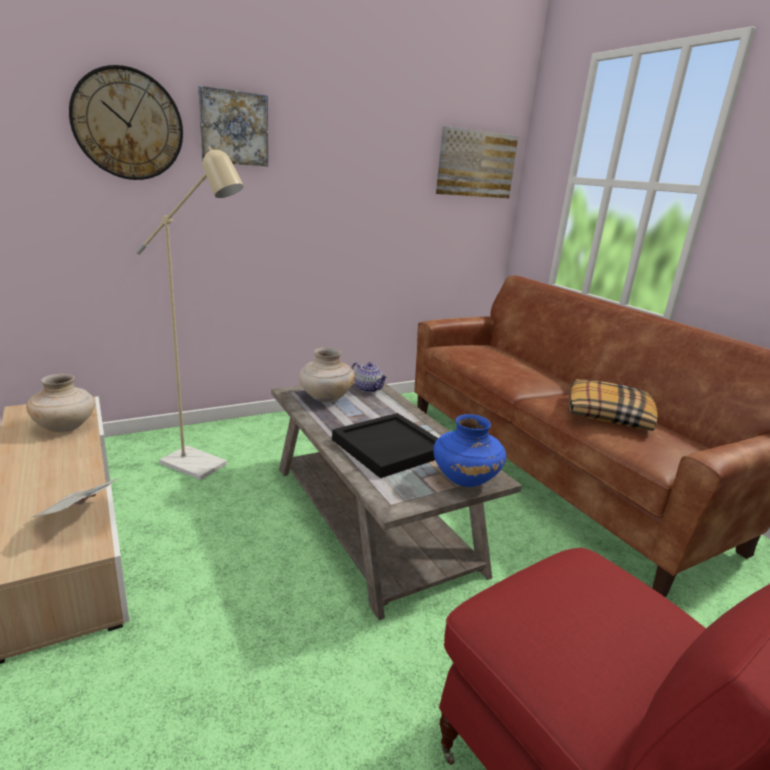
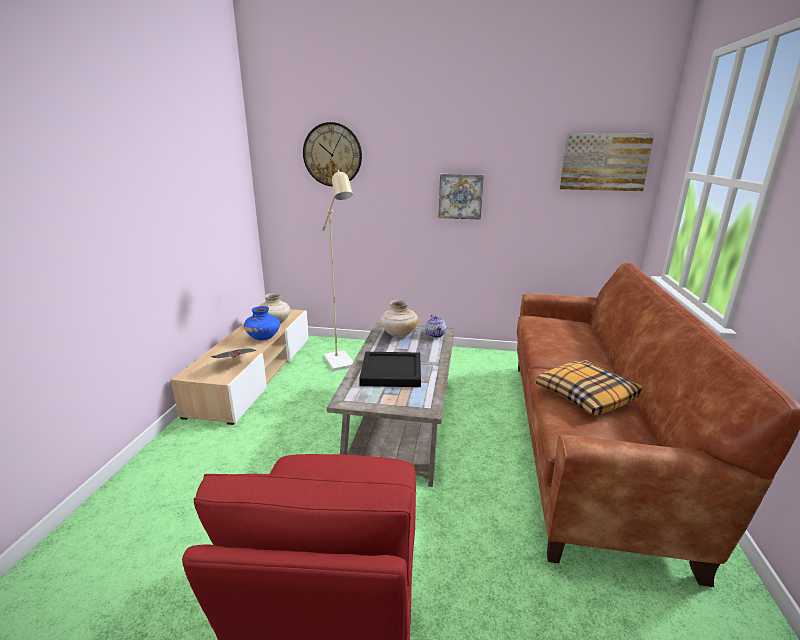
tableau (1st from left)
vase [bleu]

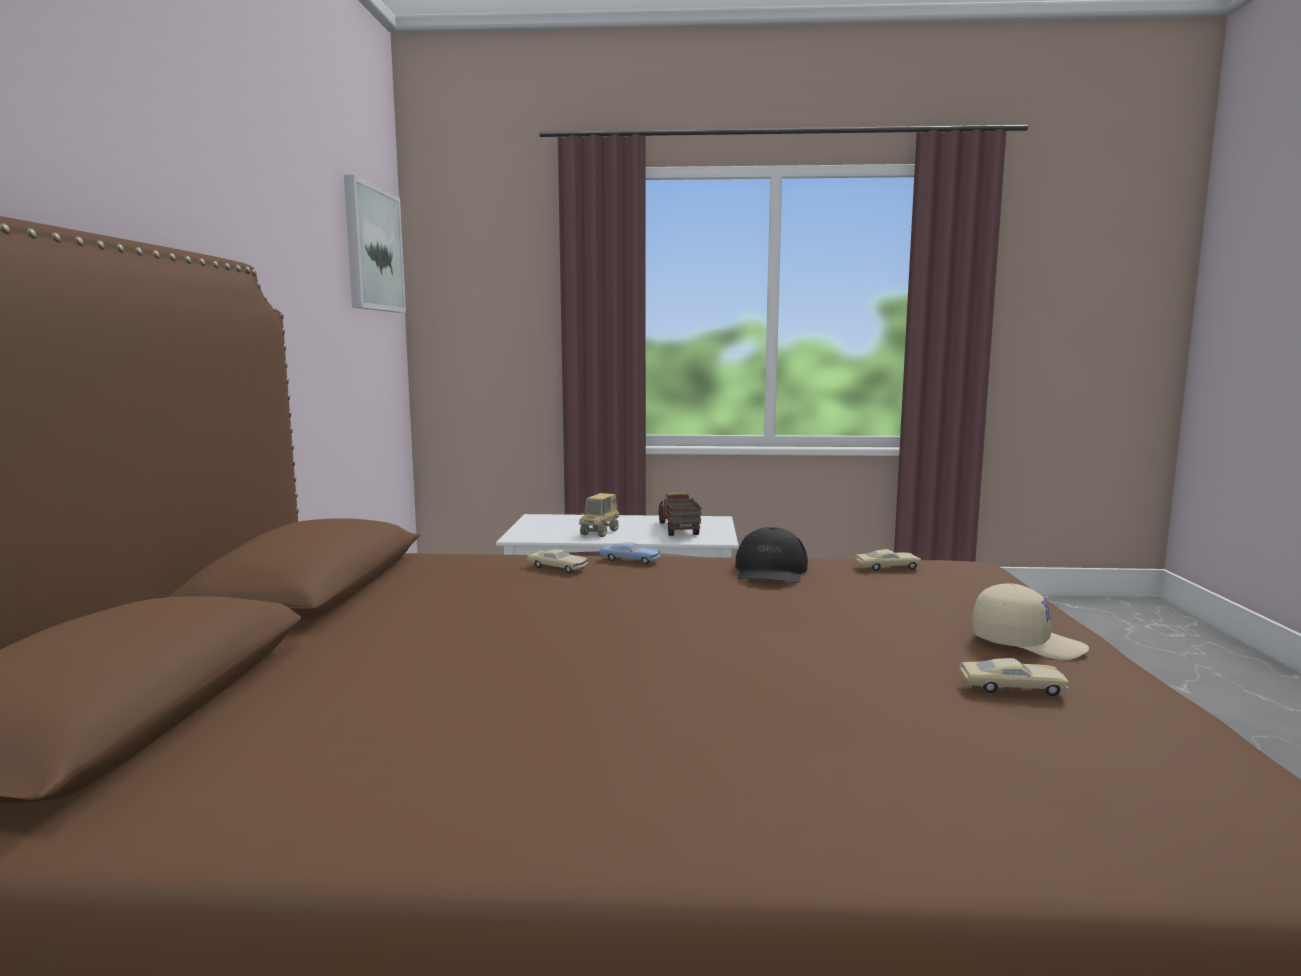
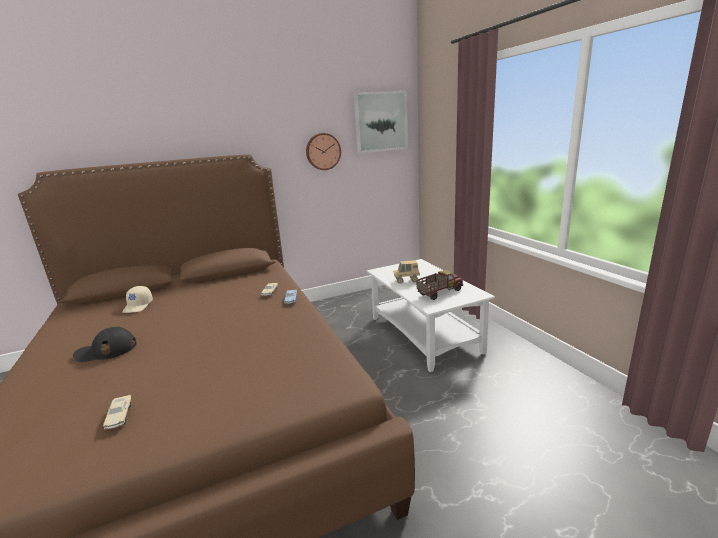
casquette [noir]
petite voiture [beige] (2nd from left in the first image)
casquette [beige]
horloge murale

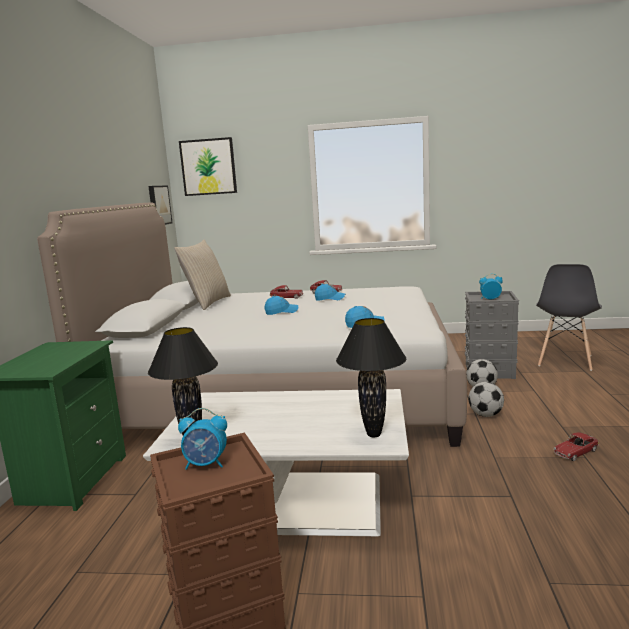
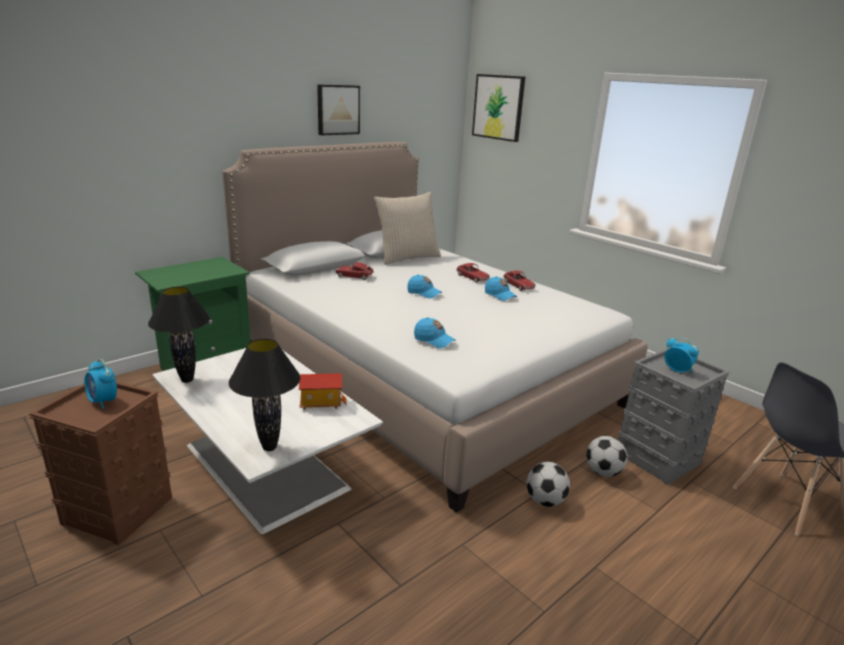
tableau (1st from left)
petite voiture (1st from left)
maison miniature

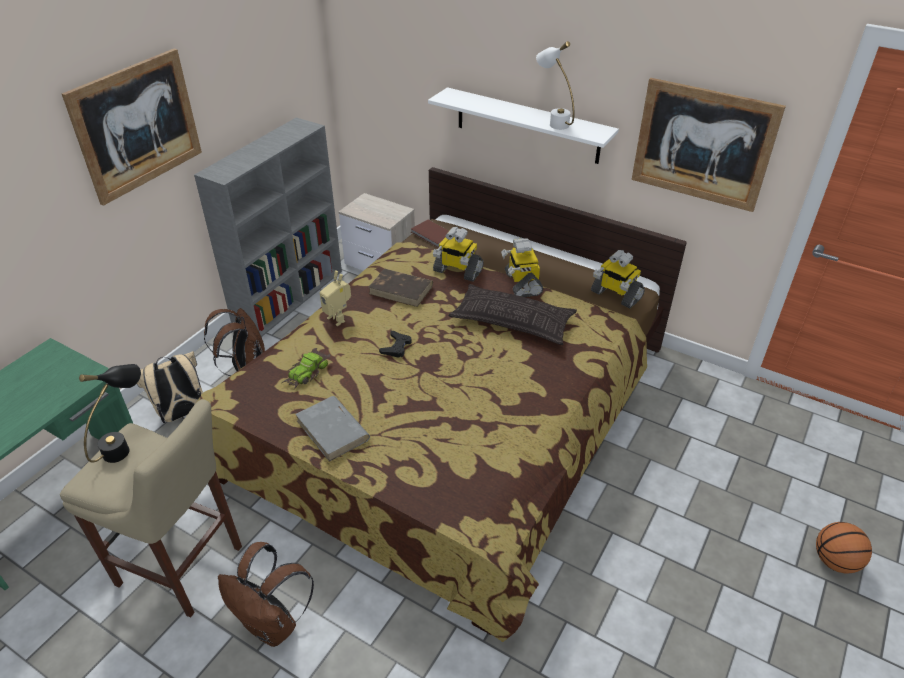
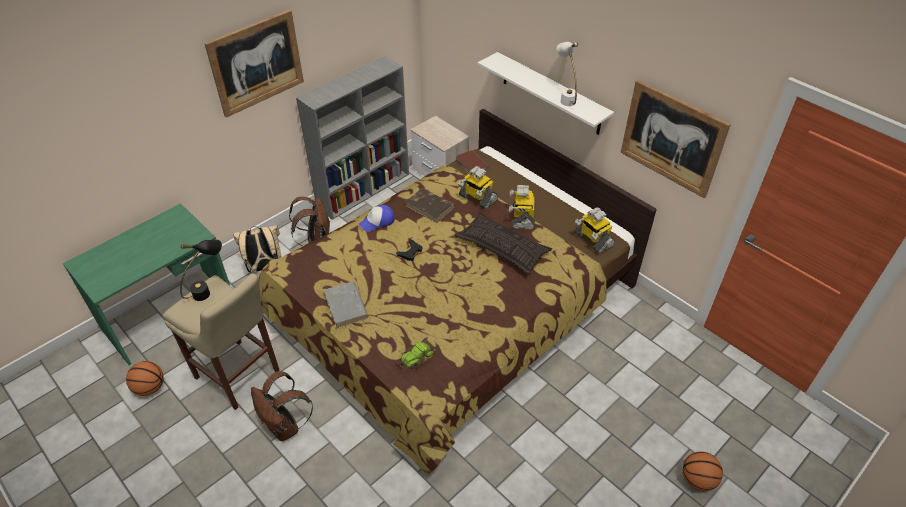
petite voiture
casquette
ballon de basket (1st from left)

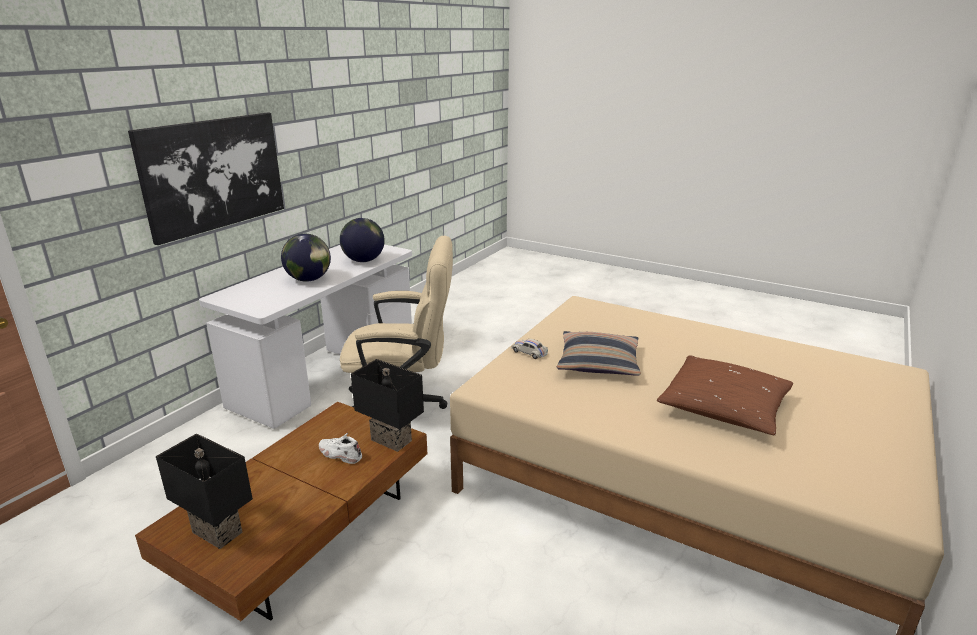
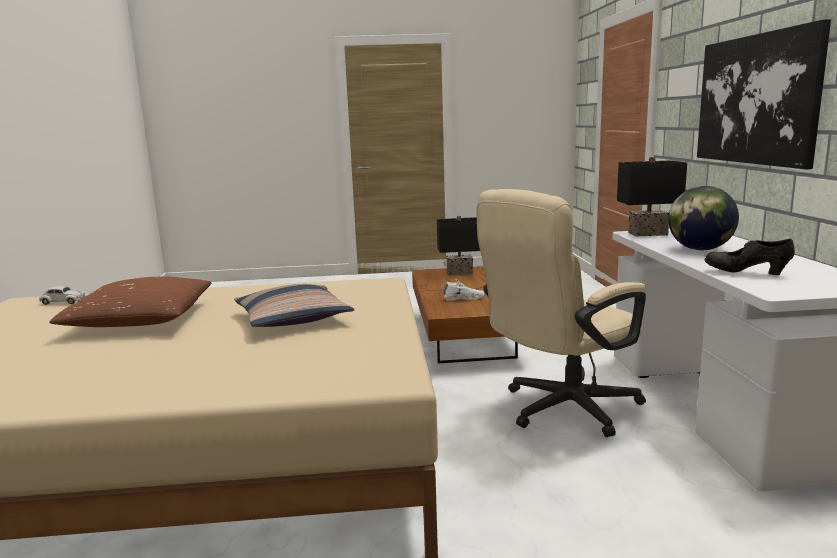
chaussure [noir]
lampe de table [noir] (2nd from left)
petite voiture [blanc]

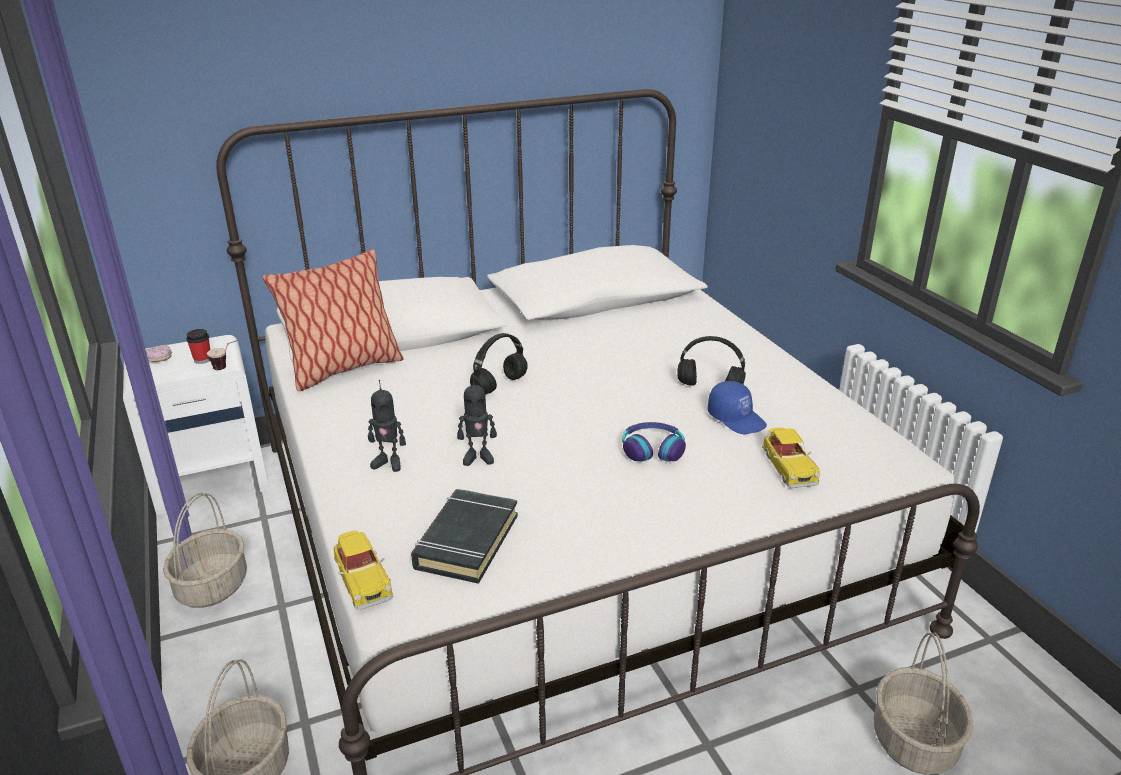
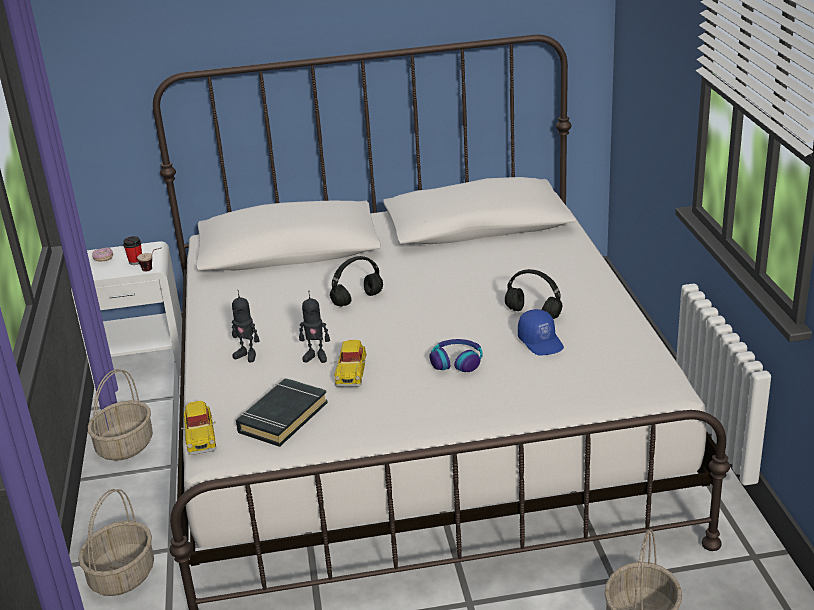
coussin
petite voiture (2nd from left)

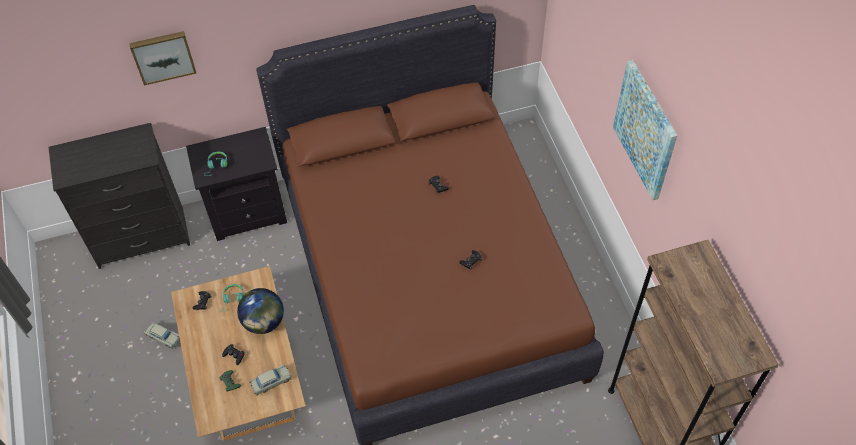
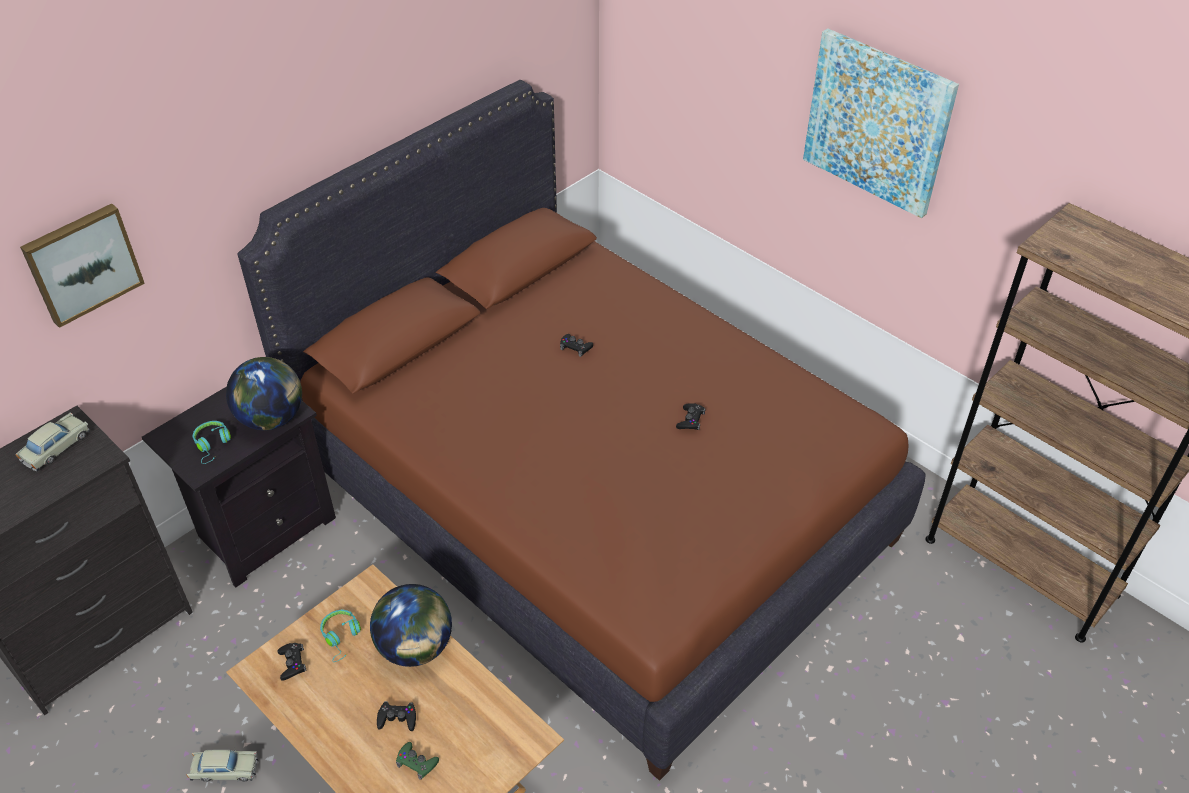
petite voiture [beige] (1st from left)
globe (1st from left)

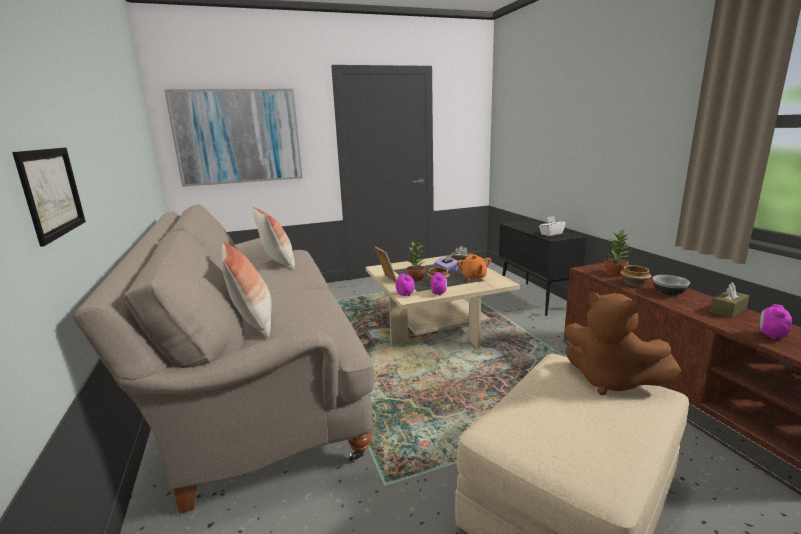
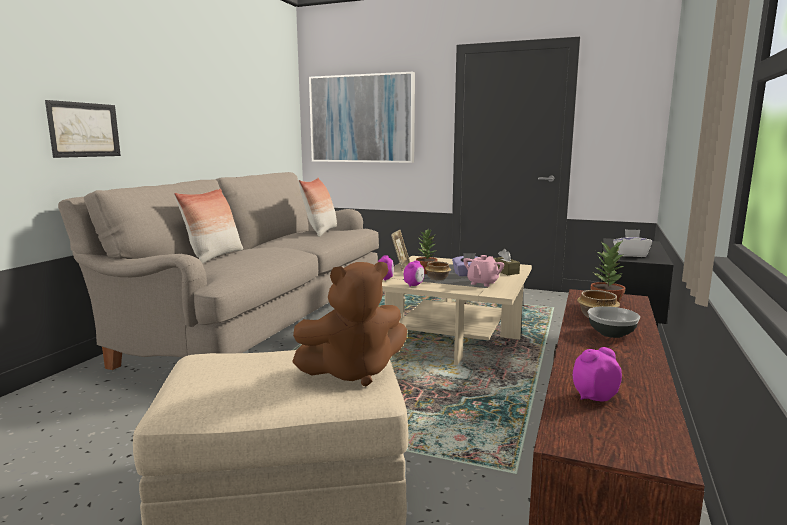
théière [rose]
peluche [marron]
boîte à mouchoirs [marron] (2nd from left in the first image)

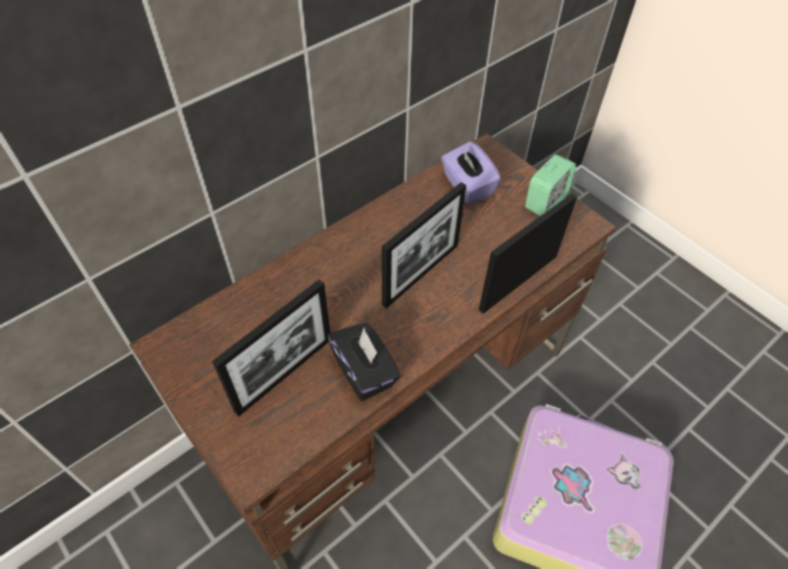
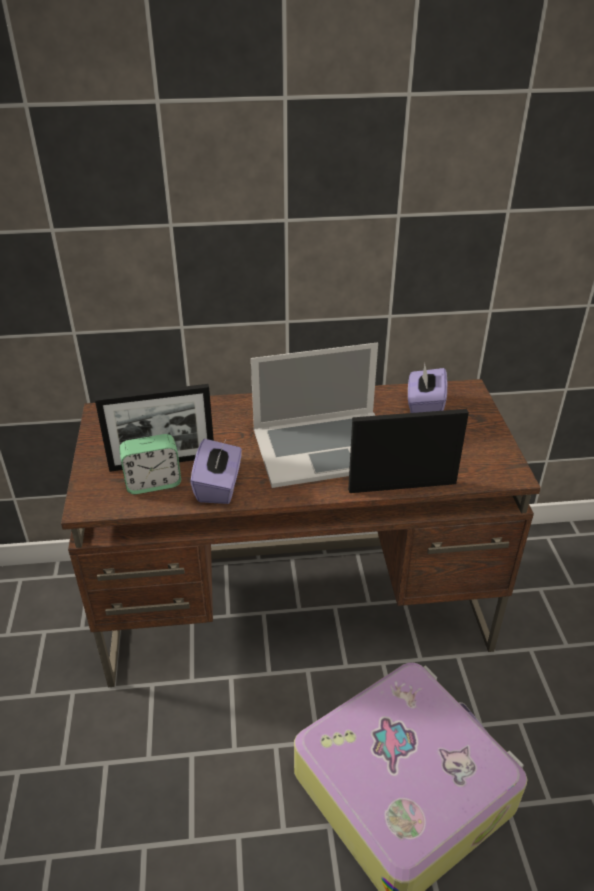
boîte à mouchoirs [violet] (1st from left)
ordinateur portable
réveil

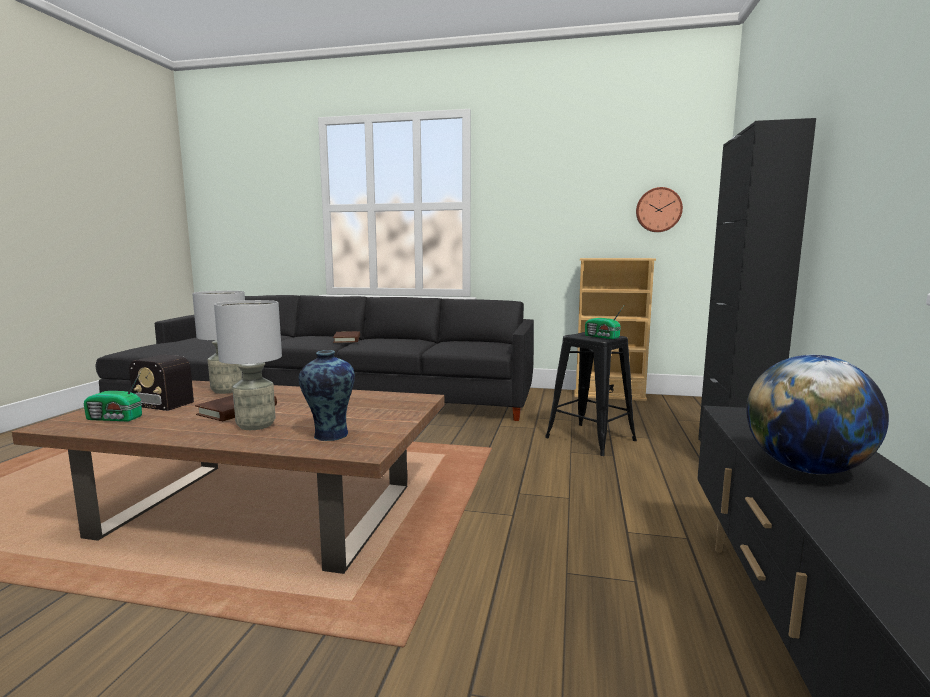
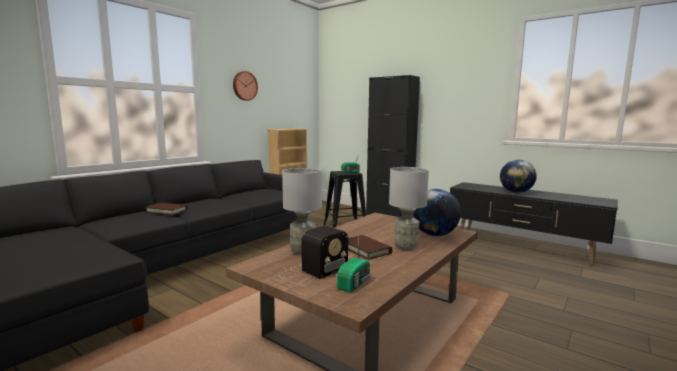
globe (1st from left)
horloge murale

